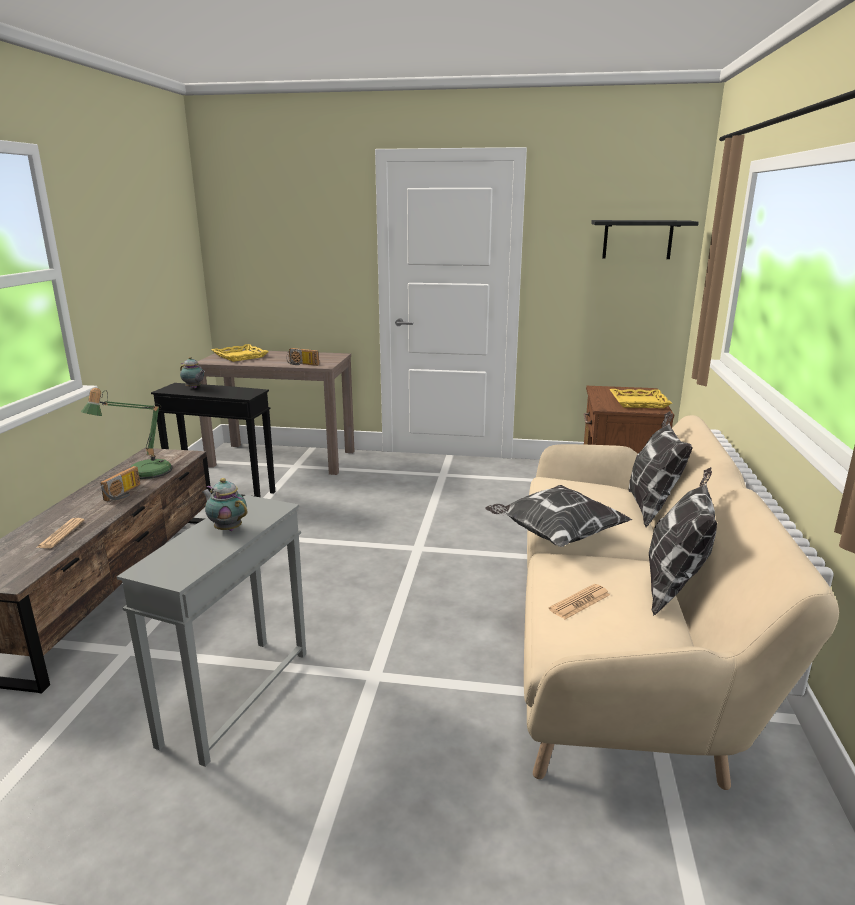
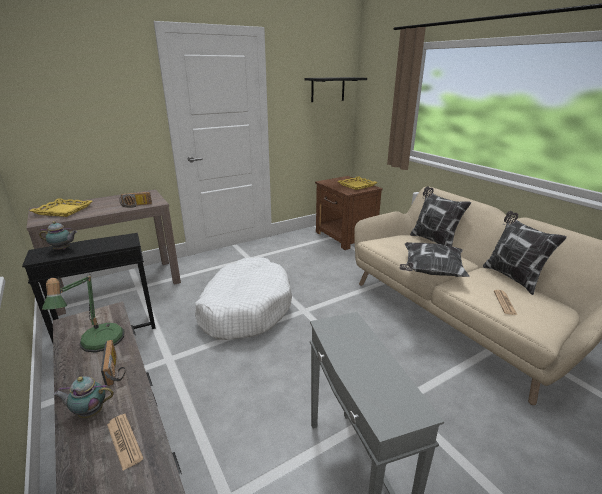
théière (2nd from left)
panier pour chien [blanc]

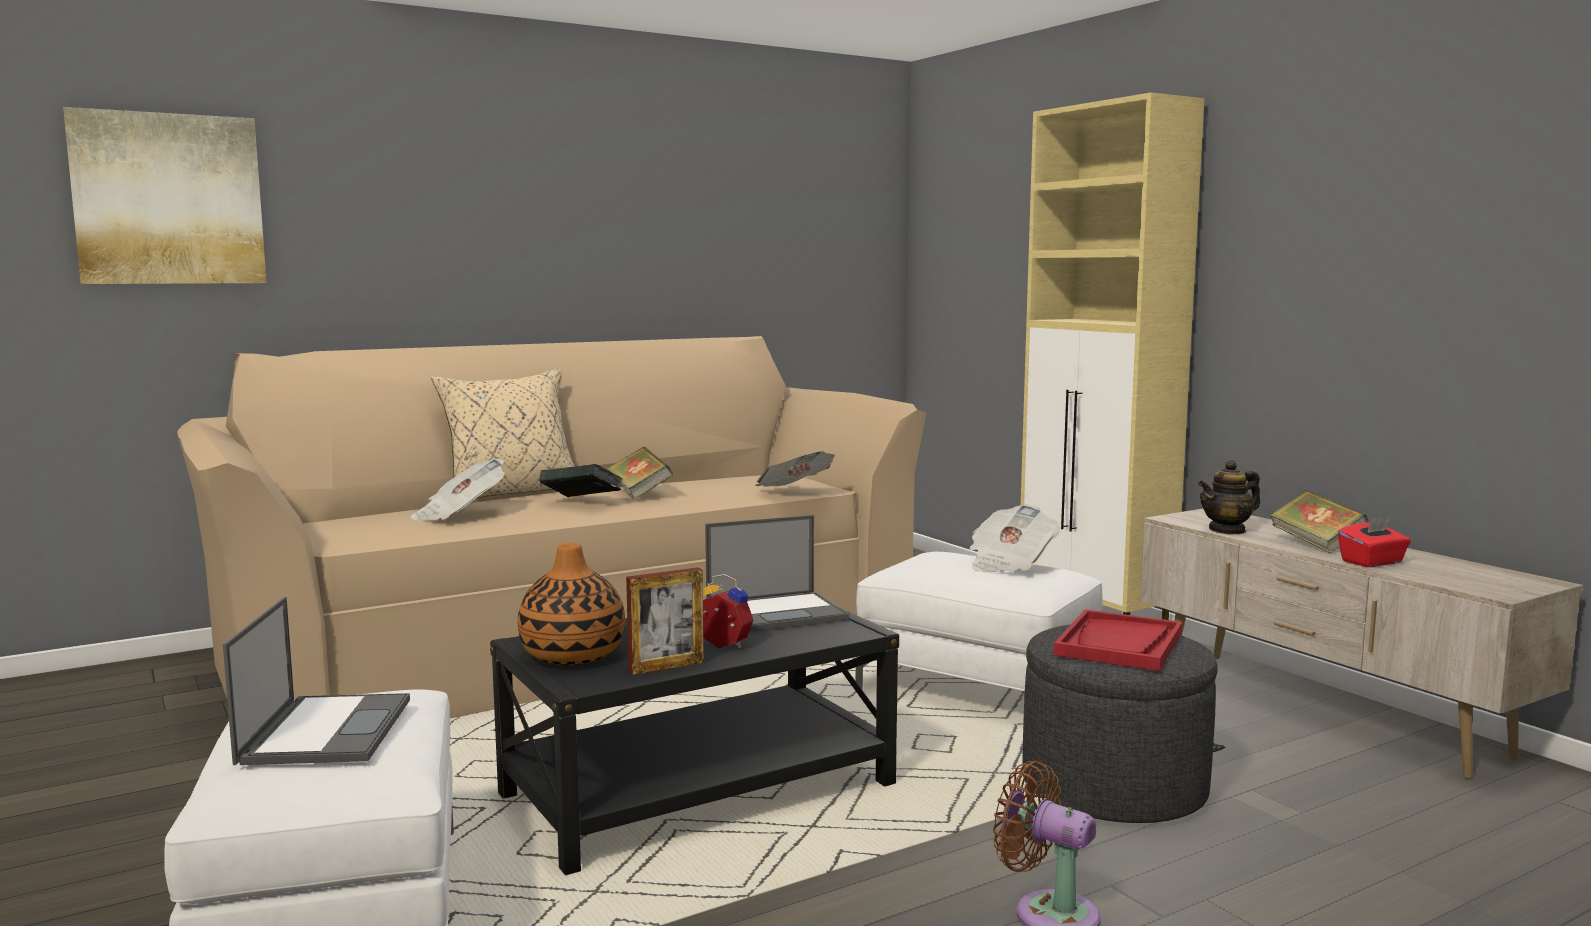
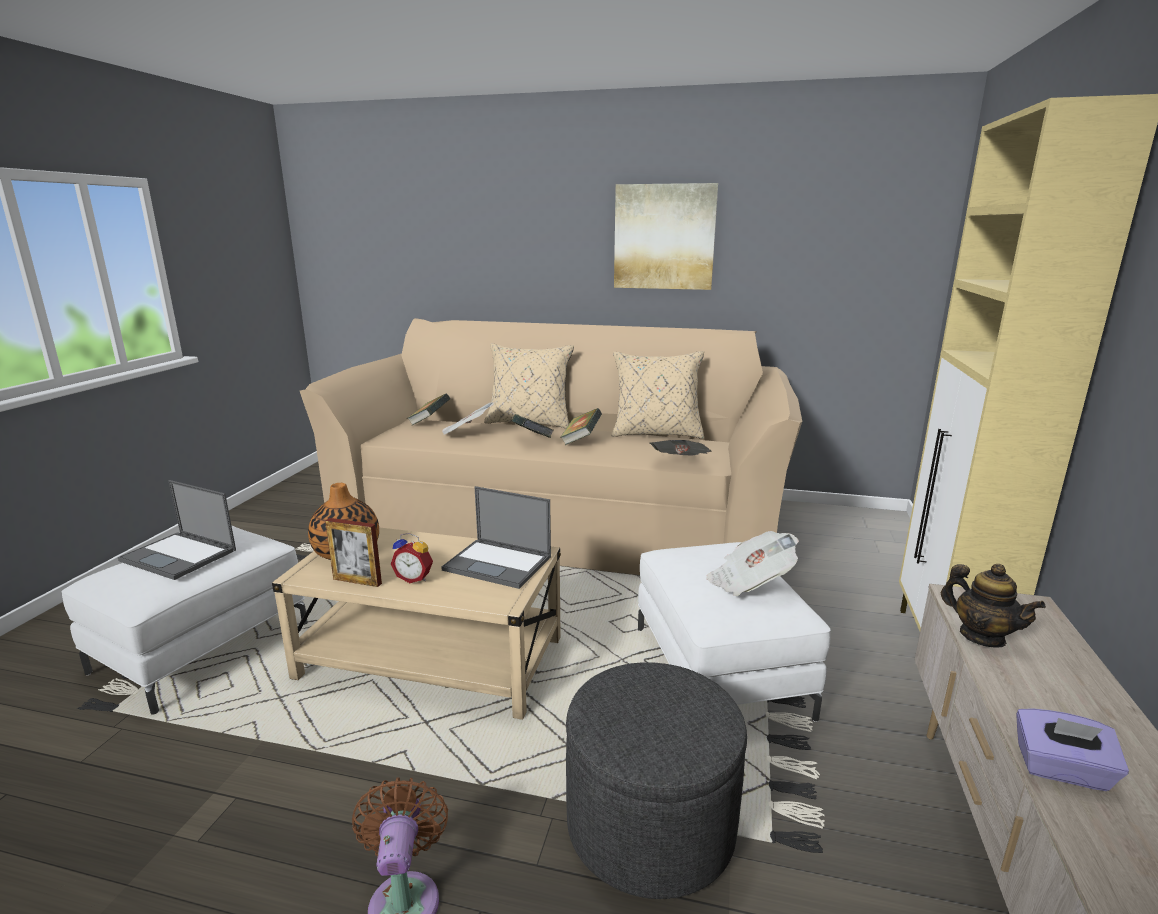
tableau
ordinateur portable (1st from left)
table basse [beige]
réveil
plateau [rouge]
théière
livre (1st from left)
boîte à mouchoirs [violet]
coussin [beige] (2nd from left)

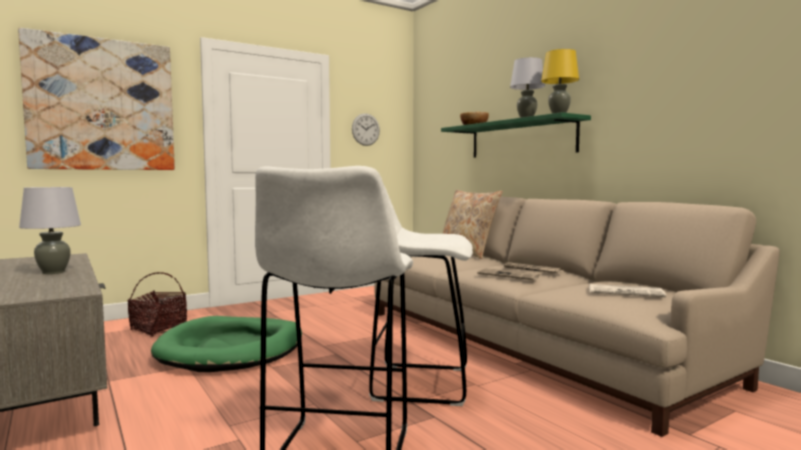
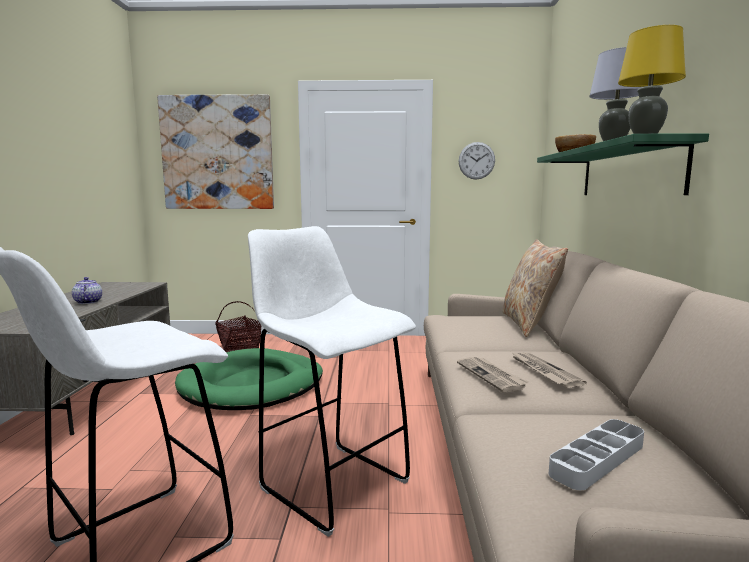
théière
plateau [gris]

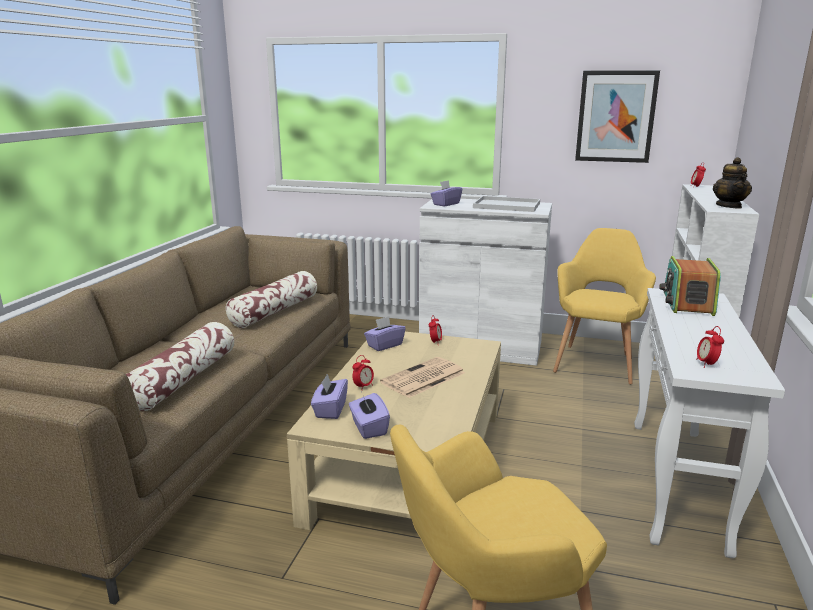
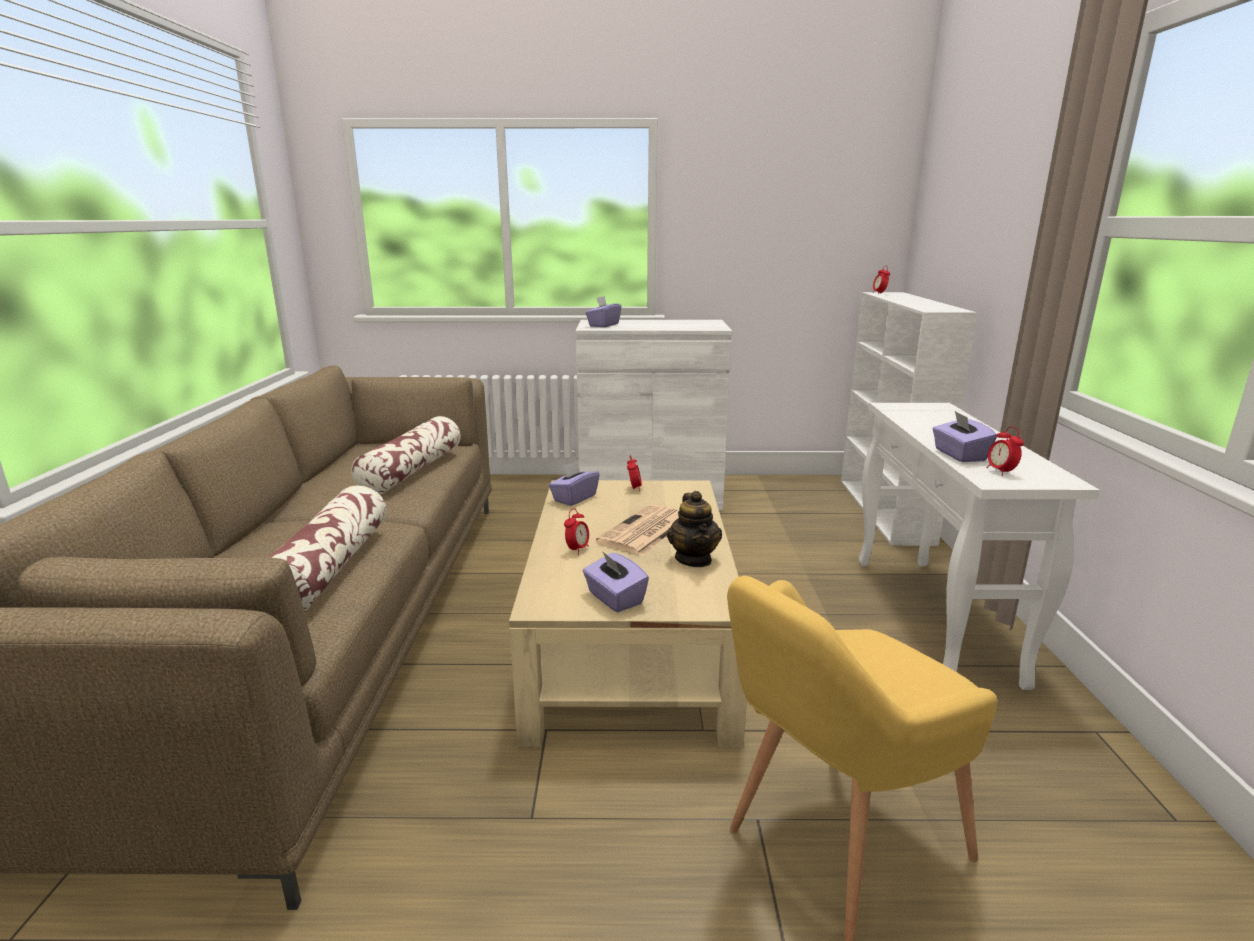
boîte à mouchoirs [violet] (4th from left)
plateau [blanc]
fauteuil [jaune] (2nd from left in the first image)
tableau
radio
théière

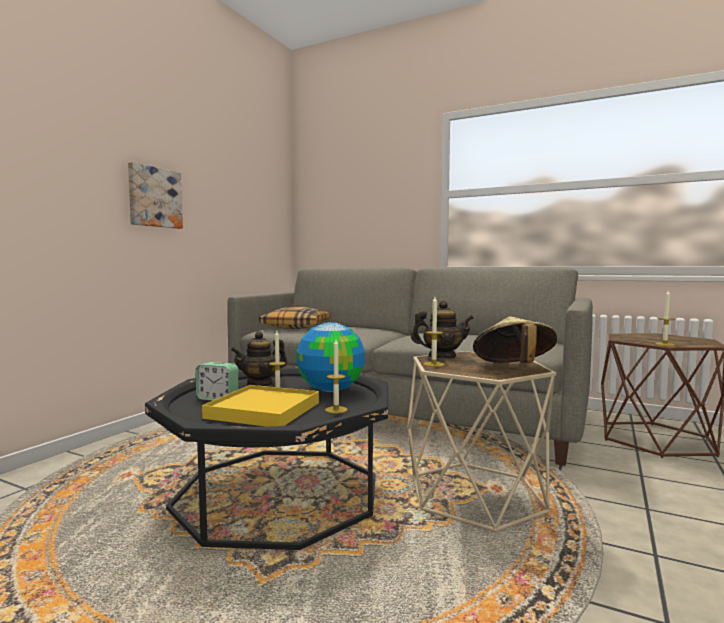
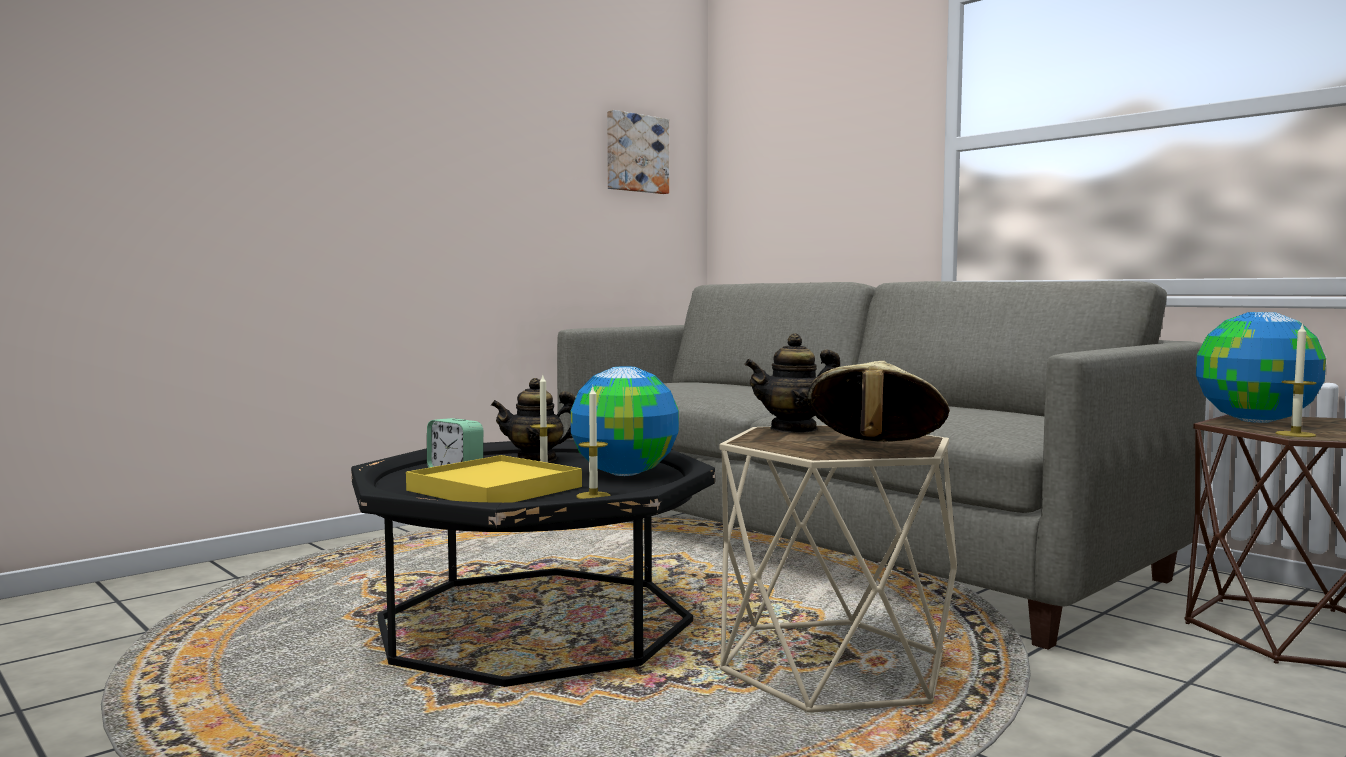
tableau
coussin
théière (2nd from left)
bougie (3rd from left in the first image)
globe (2nd from left)

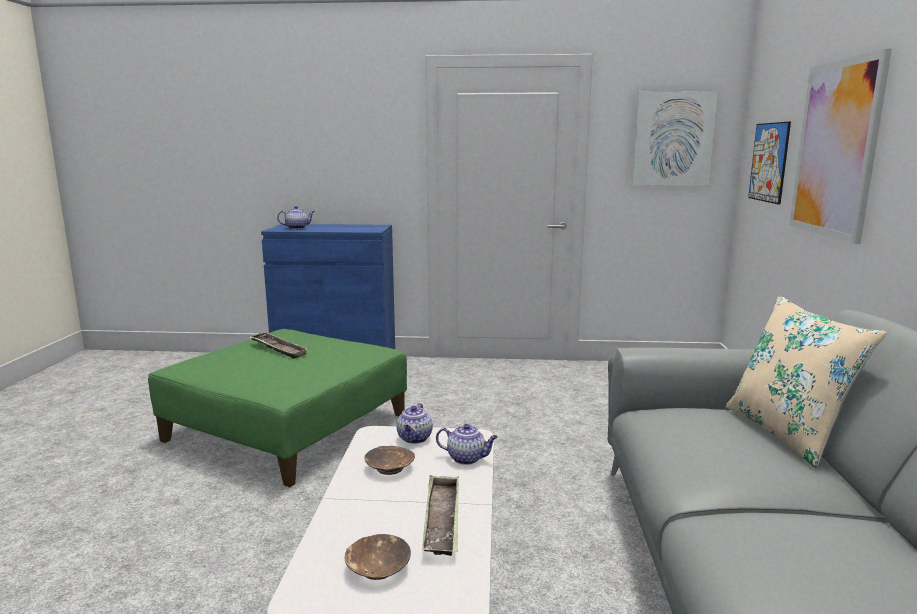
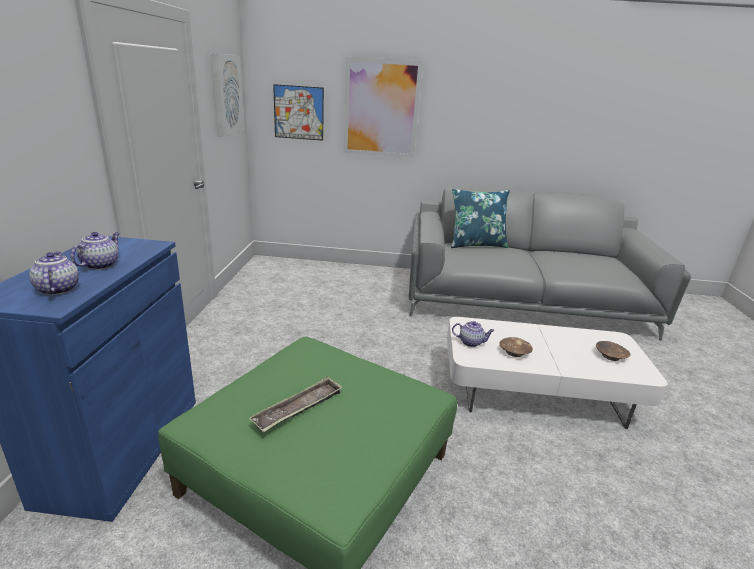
plateau (2nd from left in the first image)
théière (2nd from left)
coussin [bleu]

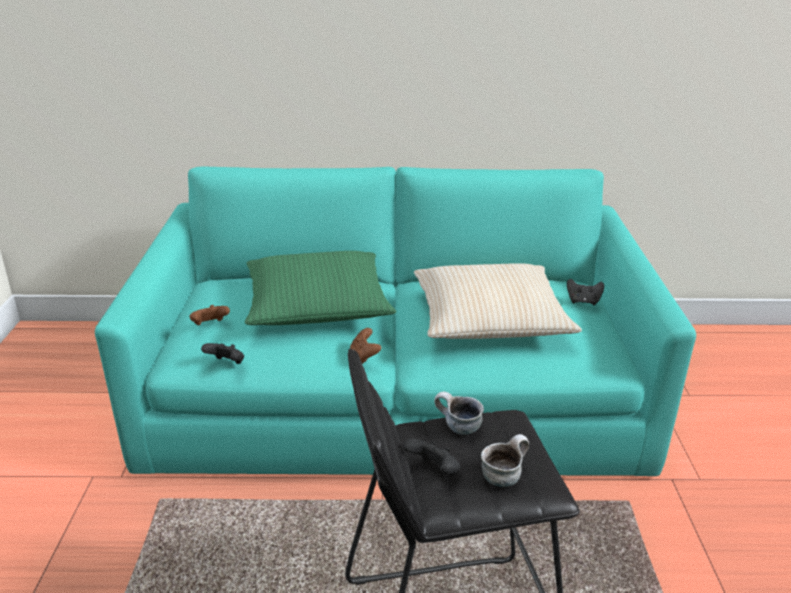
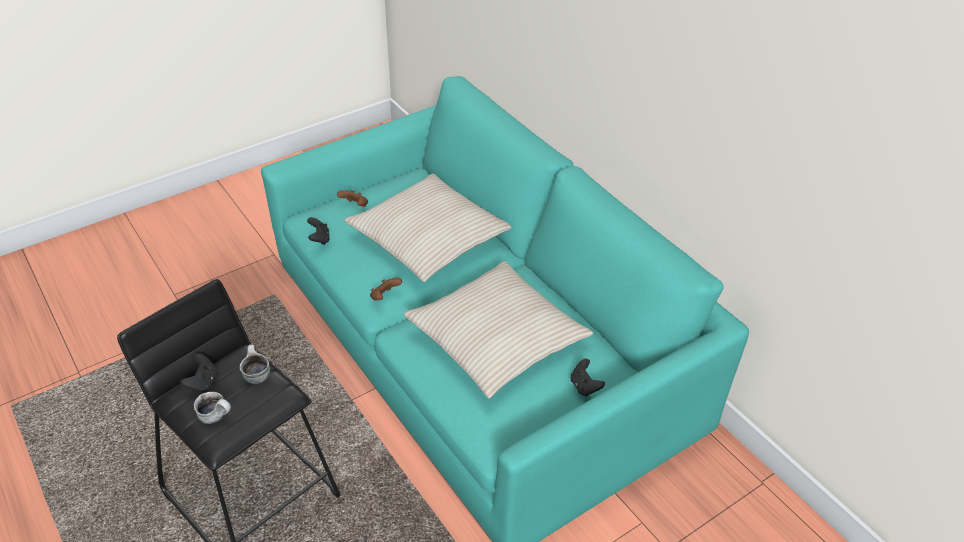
coussin [beige] (1st from left)

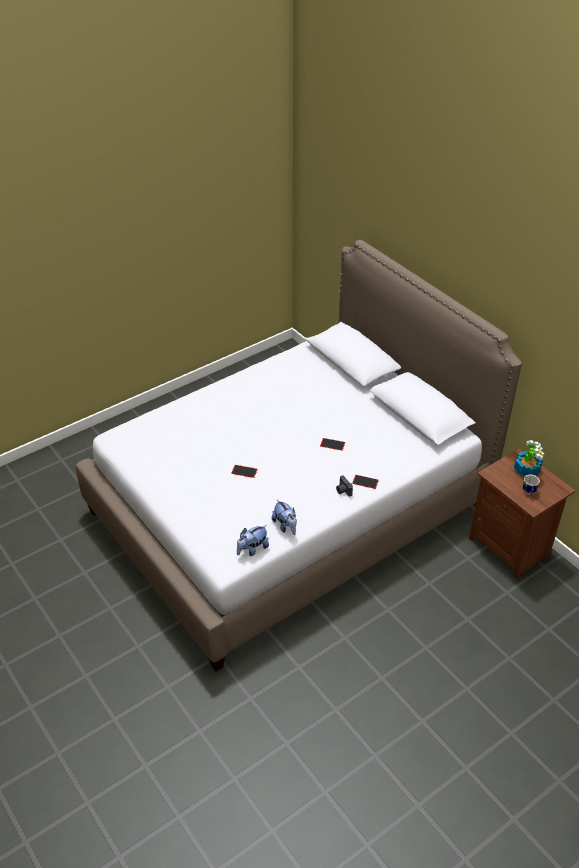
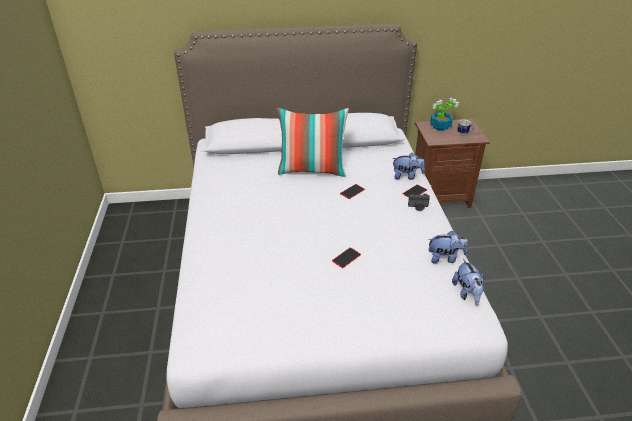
coussin
peluche (1st from left)

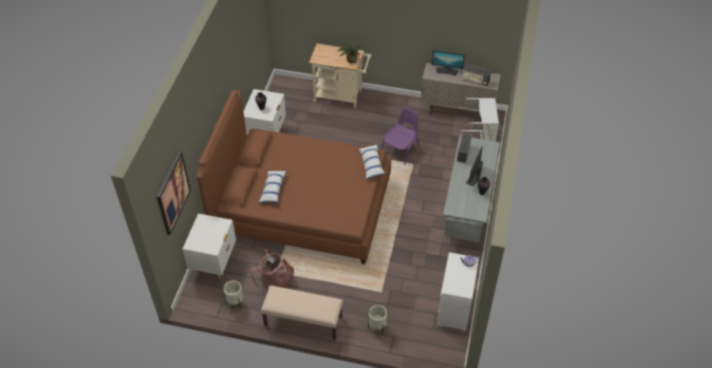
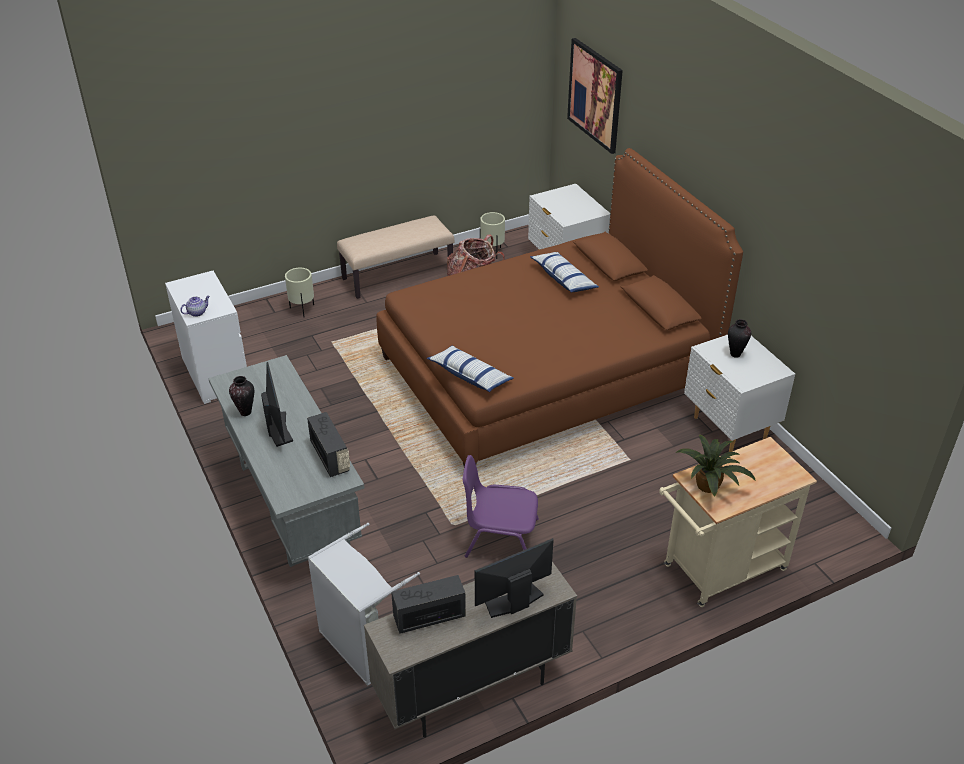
chaise [violet]

